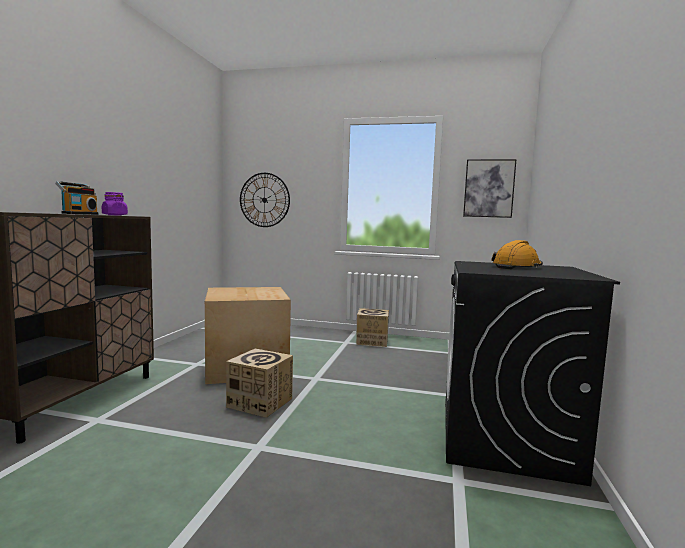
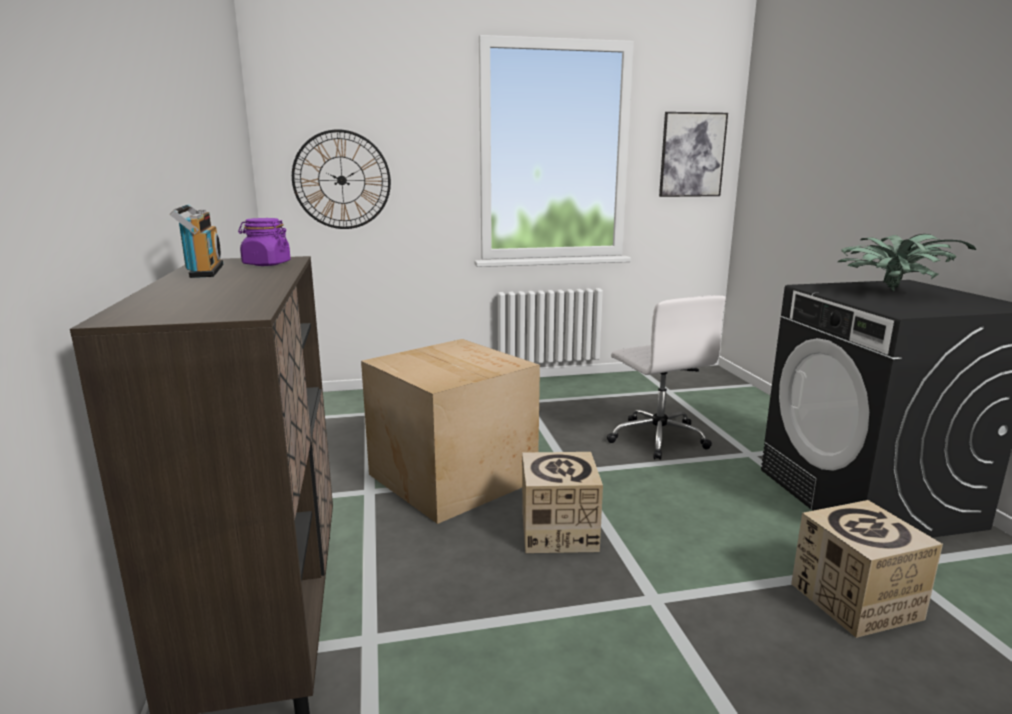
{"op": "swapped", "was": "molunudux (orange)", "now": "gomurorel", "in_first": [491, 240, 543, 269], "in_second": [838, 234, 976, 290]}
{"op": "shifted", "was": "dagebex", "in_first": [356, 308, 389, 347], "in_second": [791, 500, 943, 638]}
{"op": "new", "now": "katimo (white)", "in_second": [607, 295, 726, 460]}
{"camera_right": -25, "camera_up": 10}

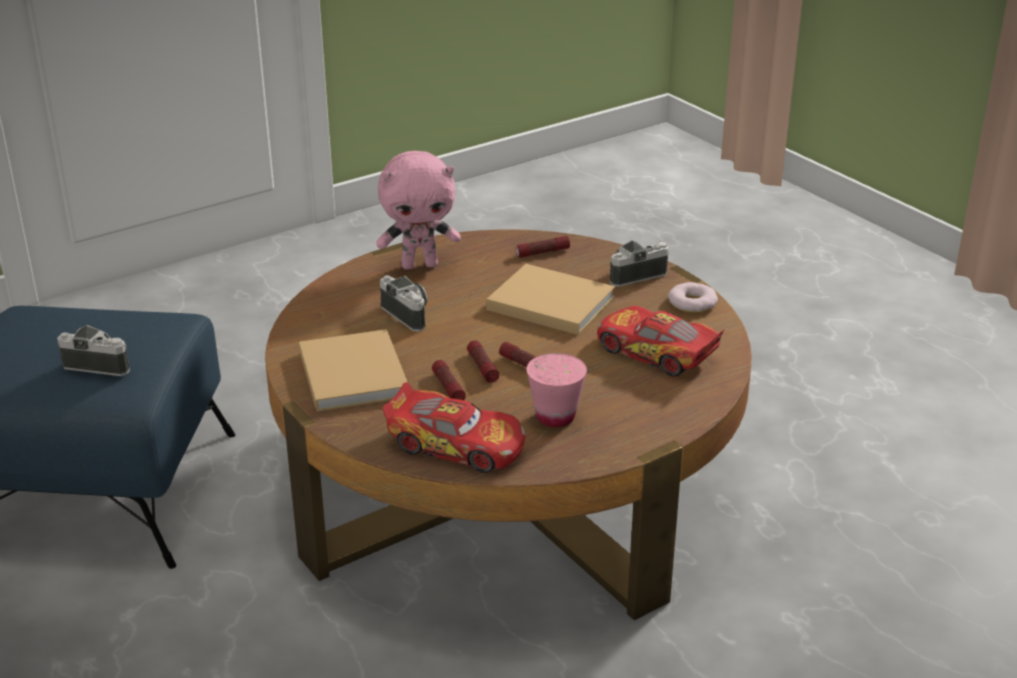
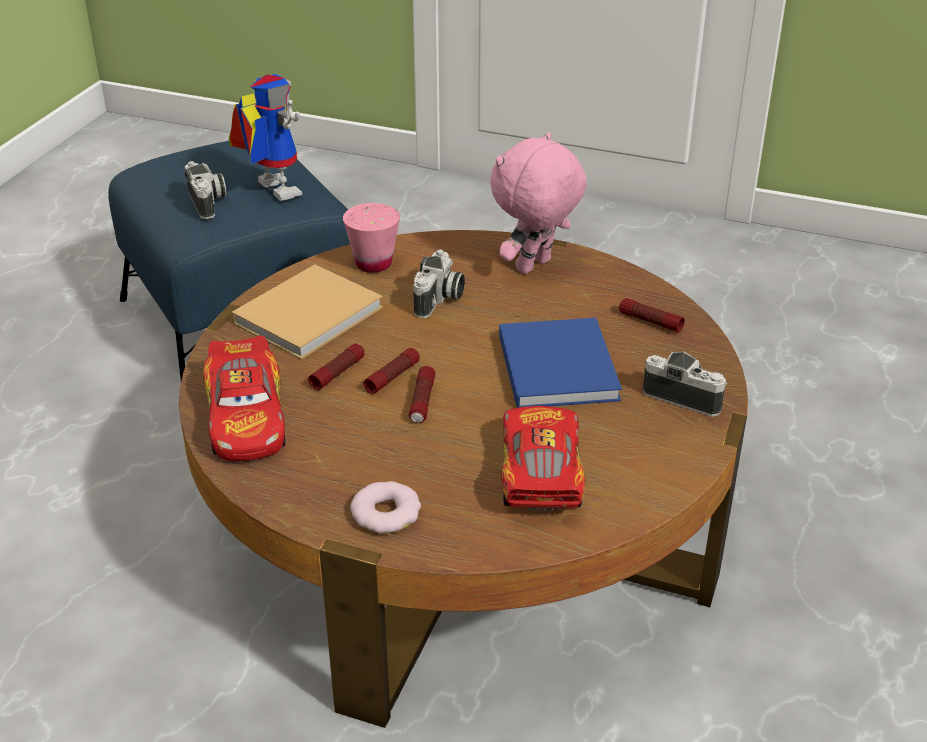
{"op": "rotated", "was": "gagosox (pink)", "in_first": [376, 151, 461, 269], "in_second": [490, 132, 587, 274], "clockwise": 90}
{"op": "repainted", "was": "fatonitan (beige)", "now": "fatonitan (blue)", "in_first": [486, 264, 615, 335], "in_second": [499, 318, 622, 408]}
{"op": "shifted", "was": "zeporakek", "in_first": [668, 282, 718, 313], "in_second": [350, 481, 421, 533]}
{"op": "shifted", "was": "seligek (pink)", "in_first": [527, 353, 587, 427], "in_second": [343, 203, 400, 273]}
{"op": "new", "now": "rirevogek", "in_second": [229, 74, 302, 201]}
{"camera_right": 55, "camera_up": 5}

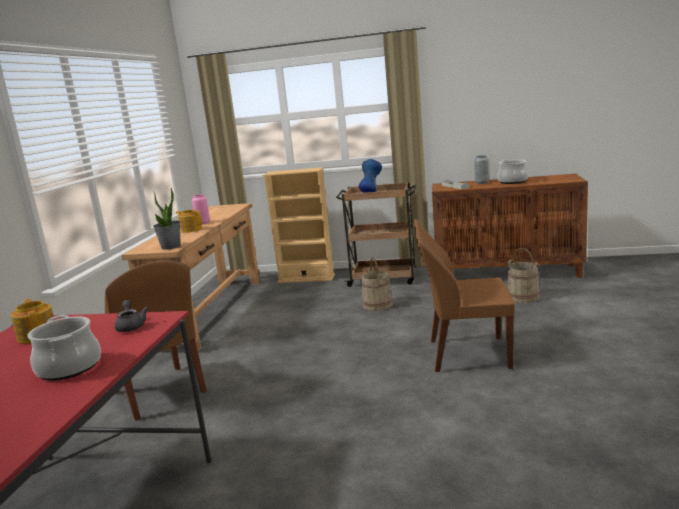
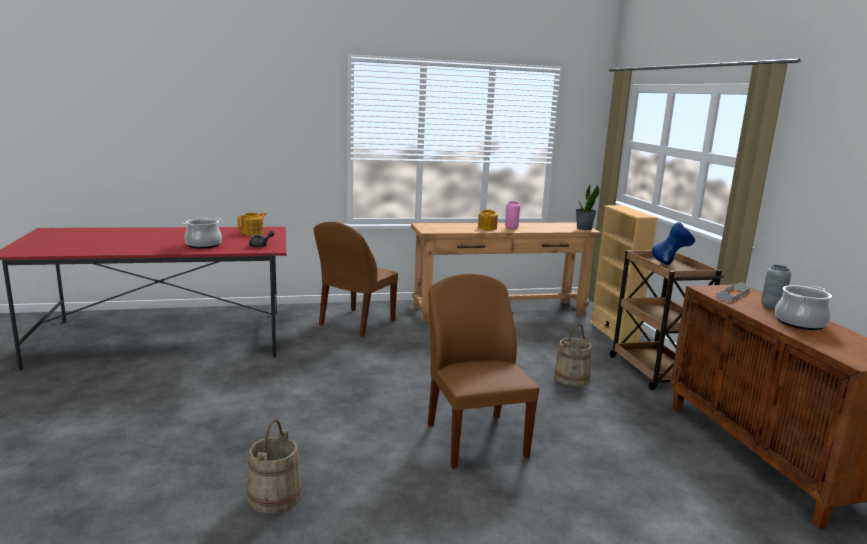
{"op": "shifted", "was": "gomurorel", "in_first": [153, 188, 181, 250], "in_second": [576, 185, 600, 230]}
{"op": "shifted", "was": "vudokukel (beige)", "in_first": [507, 248, 540, 303], "in_second": [247, 419, 301, 514]}
{"camera_right": 65, "camera_up": 0}

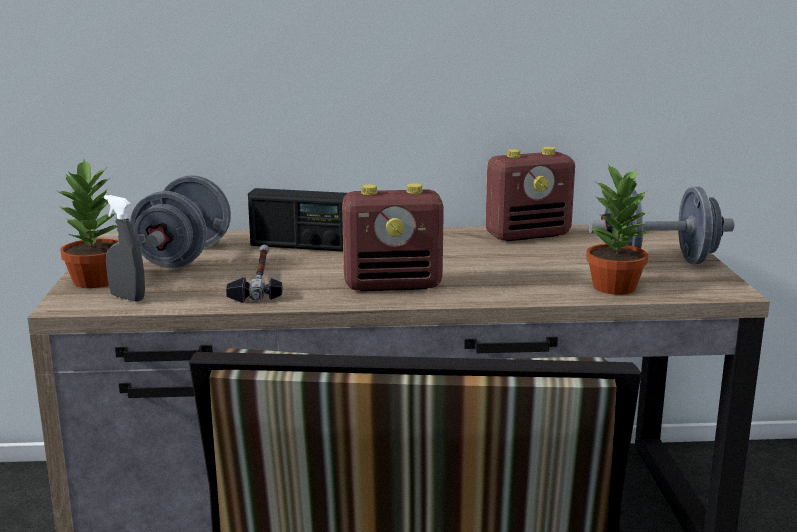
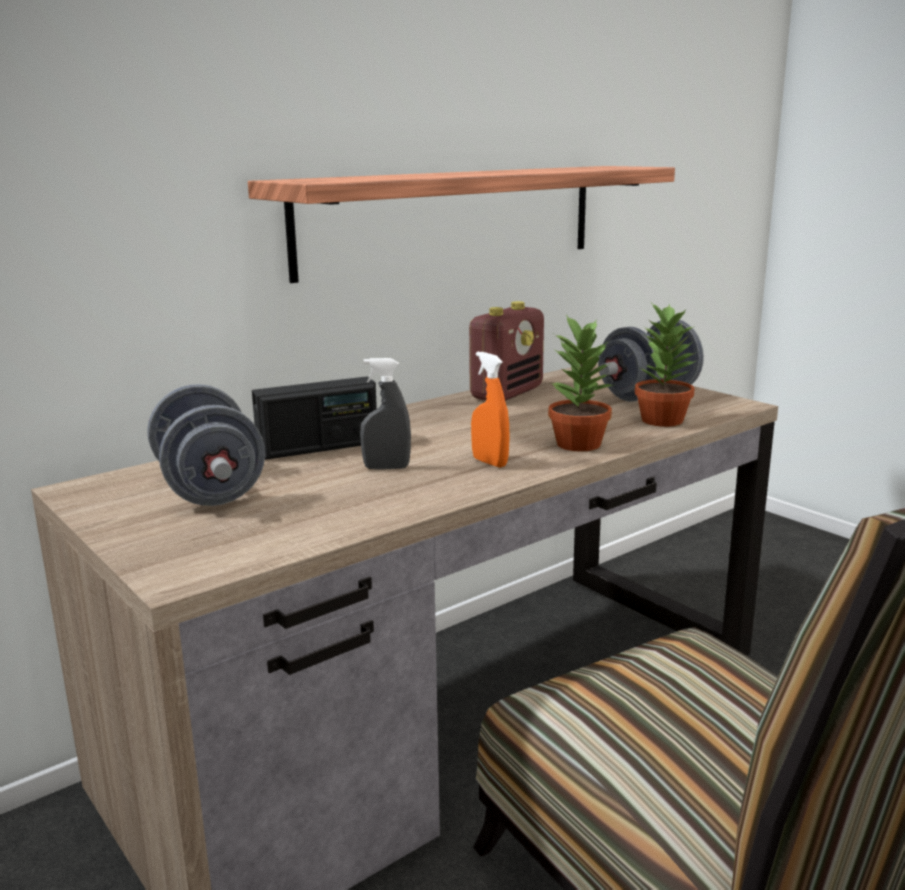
{"op": "shifted", "was": "gomurorel", "in_first": [55, 159, 118, 288], "in_second": [548, 315, 613, 451]}
{"op": "swapped", "was": "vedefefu", "now": "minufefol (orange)", "in_first": [342, 184, 444, 291], "in_second": [471, 352, 510, 467]}
{"op": "shifted", "was": "minufefol (grey)", "in_first": [104, 195, 145, 302], "in_second": [360, 358, 411, 470]}
{"op": "gone", "was": "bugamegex", "in_first": [226, 245, 283, 303]}
{"op": "new", "now": "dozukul", "in_second": [248, 166, 675, 283]}
{"camera_right": -35, "camera_up": 0}

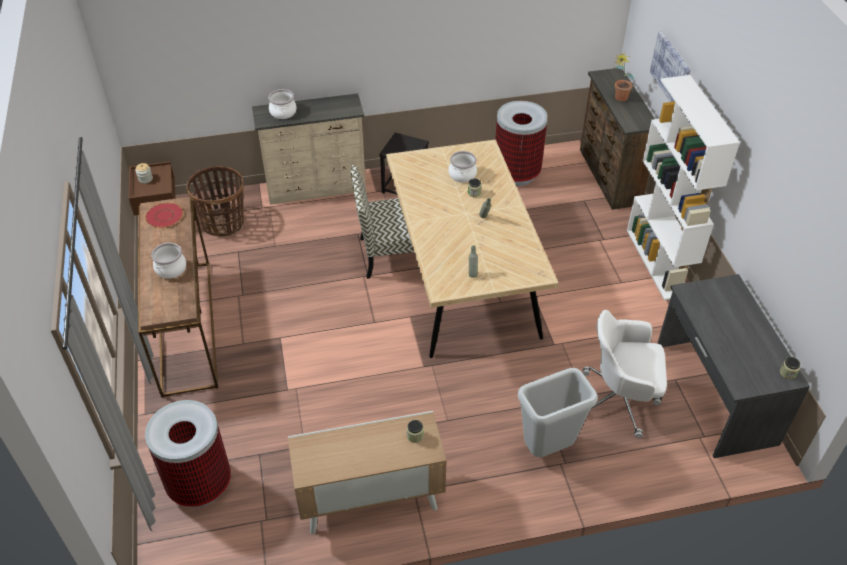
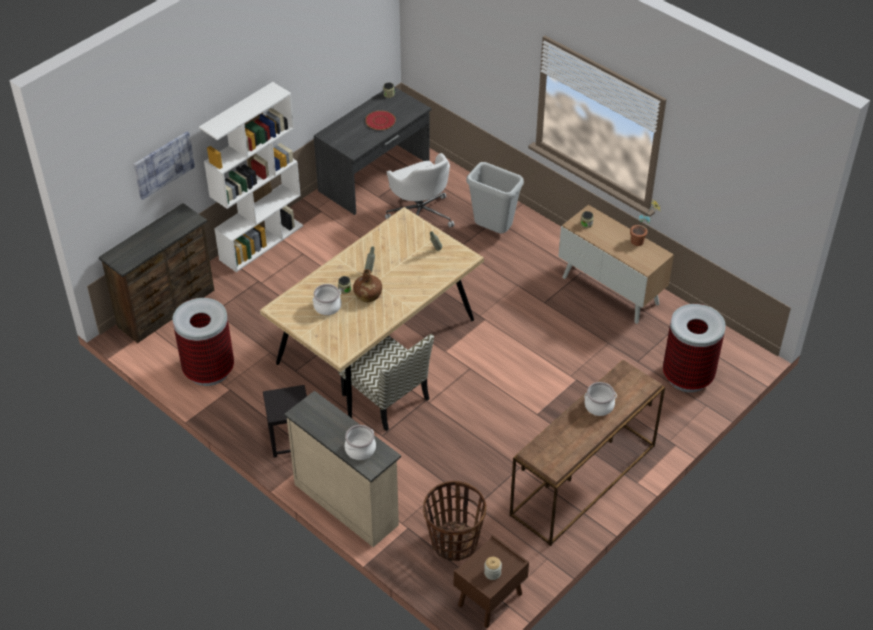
{"op": "shifted", "was": "gomurorel", "in_first": [614, 52, 634, 101], "in_second": [630, 200, 661, 246]}
{"op": "shifted", "was": "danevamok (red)", "in_first": [145, 203, 183, 228], "in_second": [365, 111, 396, 130]}
{"op": "new", "now": "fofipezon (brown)", "in_second": [353, 269, 382, 302]}
{"camera_right": -125, "camera_up": 0}

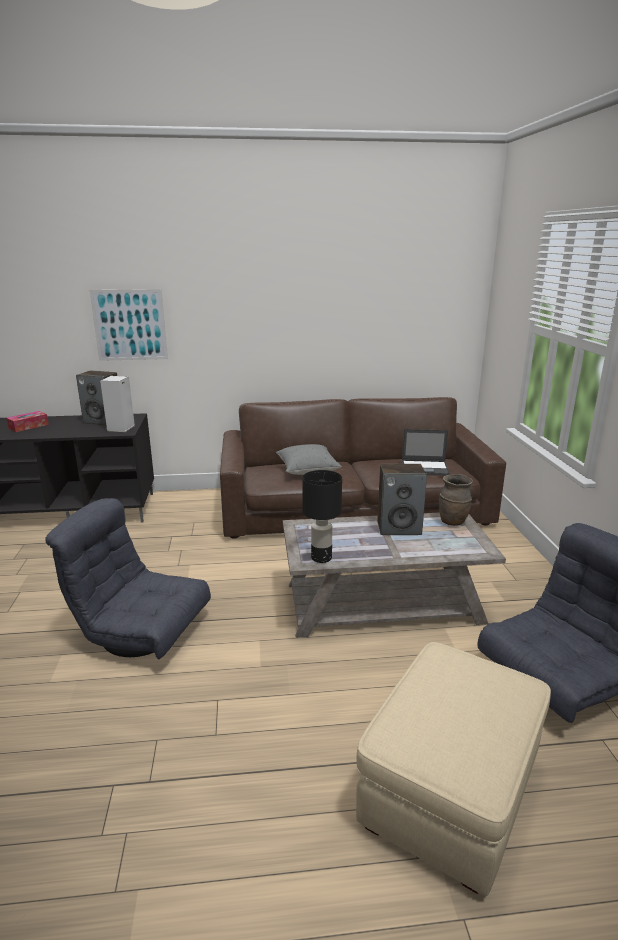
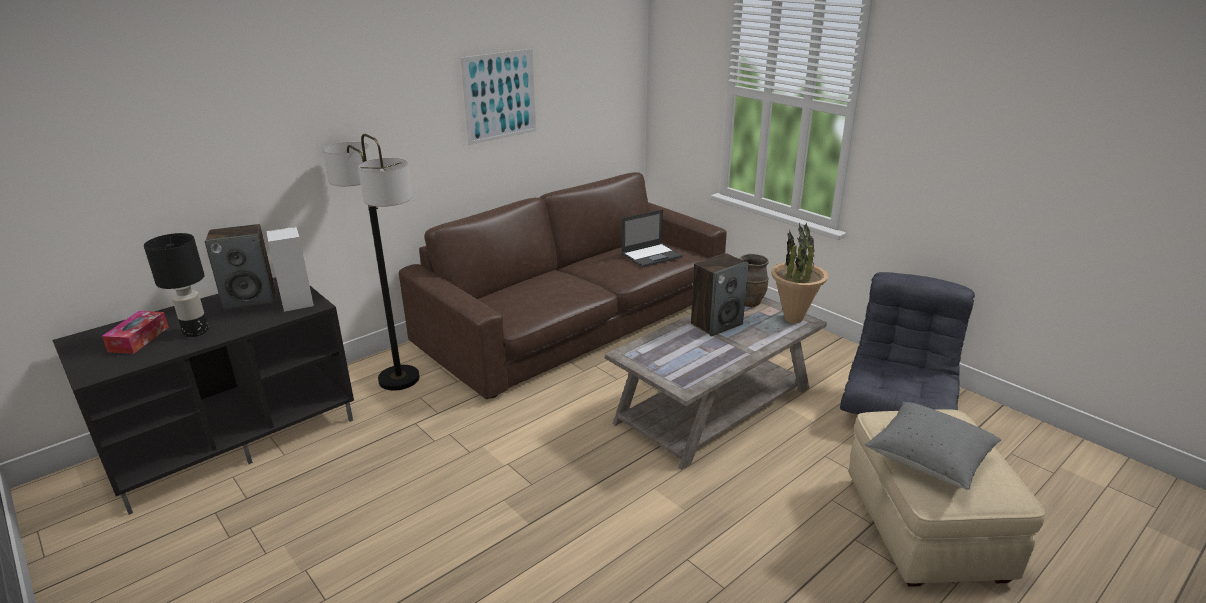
{"op": "shifted", "was": "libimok", "in_first": [90, 289, 168, 361], "in_second": [461, 49, 536, 145]}
{"op": "shifted", "was": "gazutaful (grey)", "in_first": [276, 444, 342, 475], "in_second": [865, 402, 1001, 490]}
{"op": "shifted", "was": "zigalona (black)", "in_first": [302, 470, 342, 563], "in_second": [144, 233, 209, 337]}
{"op": "gone", "was": "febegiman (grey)", "in_first": [45, 498, 211, 659]}
{"op": "new", "now": "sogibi", "in_second": [323, 134, 420, 390]}
{"op": "new", "now": "gomurorel", "in_second": [771, 222, 828, 323]}
{"camera_right": -35, "camera_up": 5}

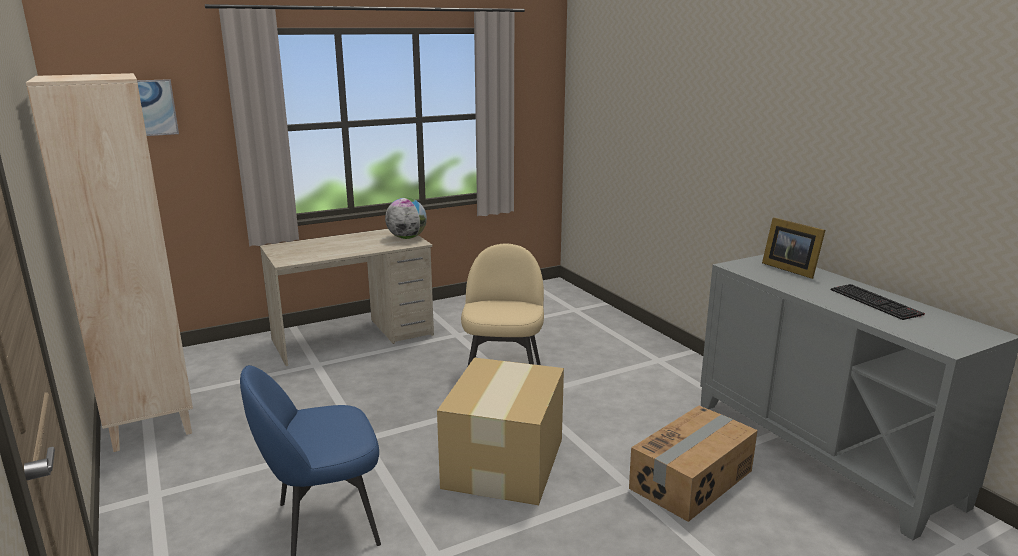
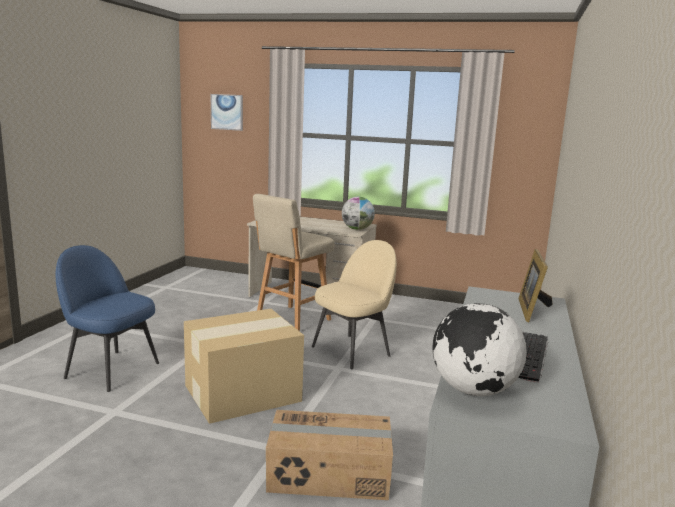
{"op": "gone", "was": "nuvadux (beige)", "in_first": [26, 73, 193, 452]}
{"op": "new", "now": "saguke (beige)", "in_second": [253, 194, 335, 331]}
{"op": "new", "now": "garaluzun", "in_second": [432, 303, 527, 396]}
{"camera_right": 45, "camera_up": -5}

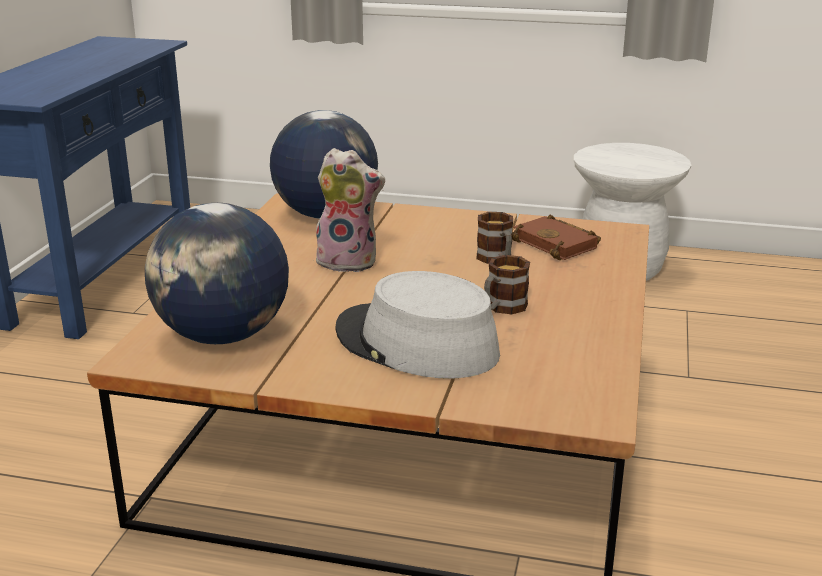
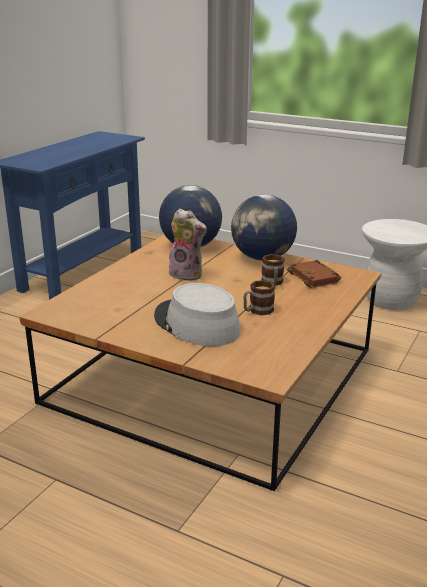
{"op": "shifted", "was": "garaluzun", "in_first": [145, 203, 289, 344], "in_second": [231, 195, 297, 261]}
{"camera_right": 15, "camera_up": 0}

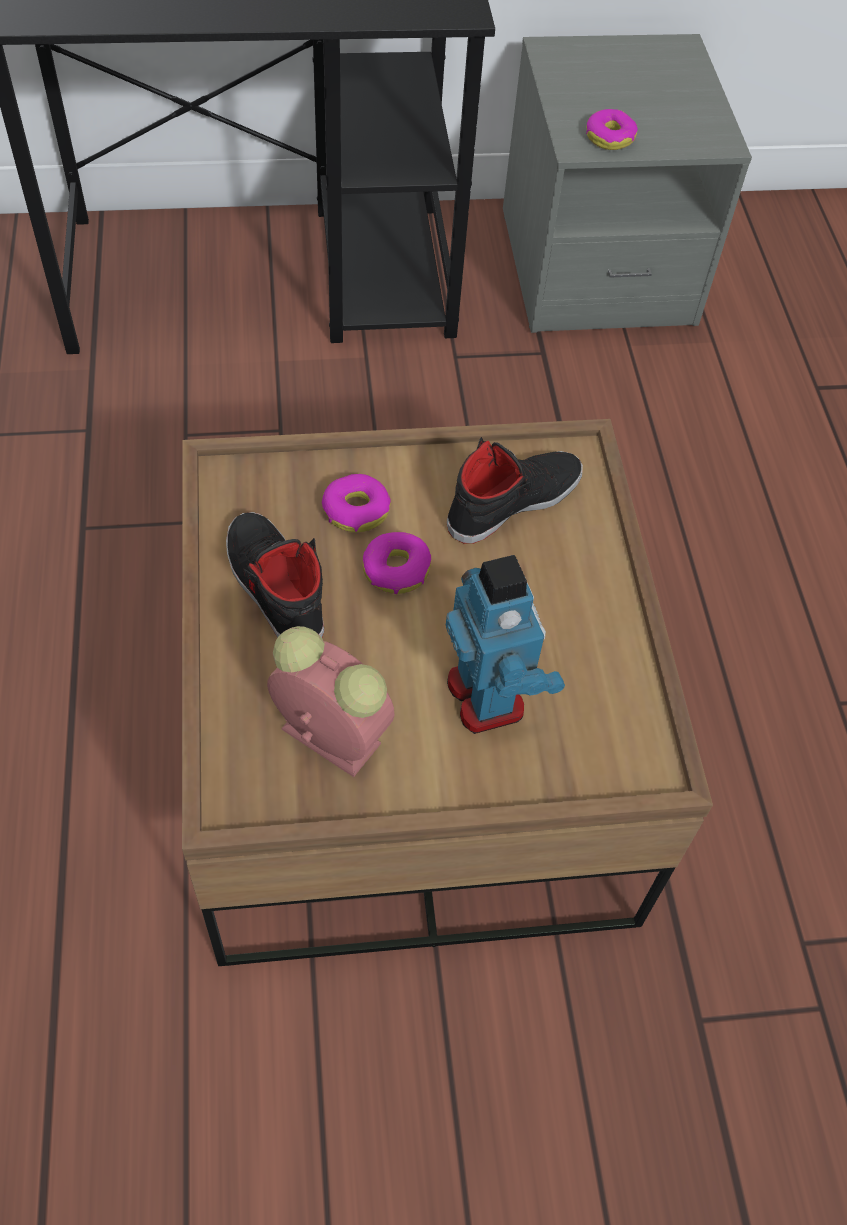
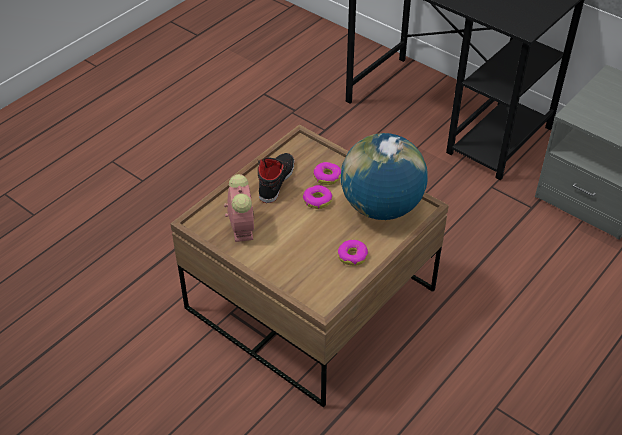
{"op": "shifted", "was": "zeporakek", "in_first": [586, 109, 638, 150], "in_second": [338, 240, 368, 266]}
{"op": "swapped", "was": "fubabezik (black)", "now": "garaluzun", "in_first": [447, 437, 583, 544], "in_second": [341, 133, 427, 220]}
{"op": "gone", "was": "rirevogek", "in_first": [446, 555, 565, 734]}
{"camera_right": 50, "camera_up": -10}

